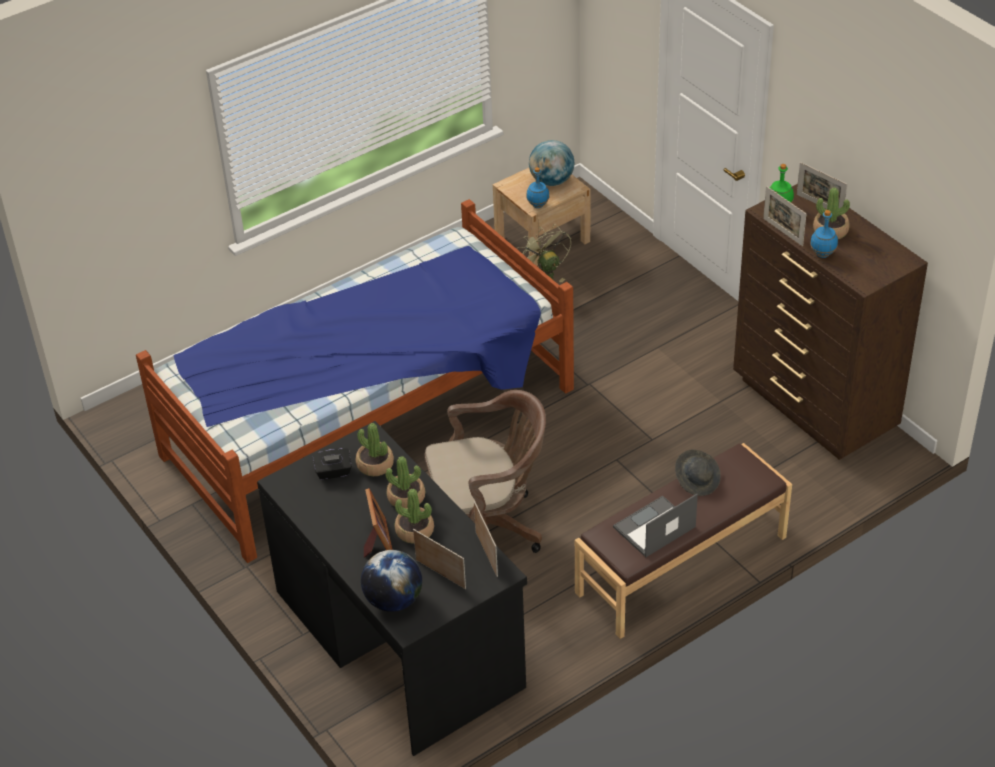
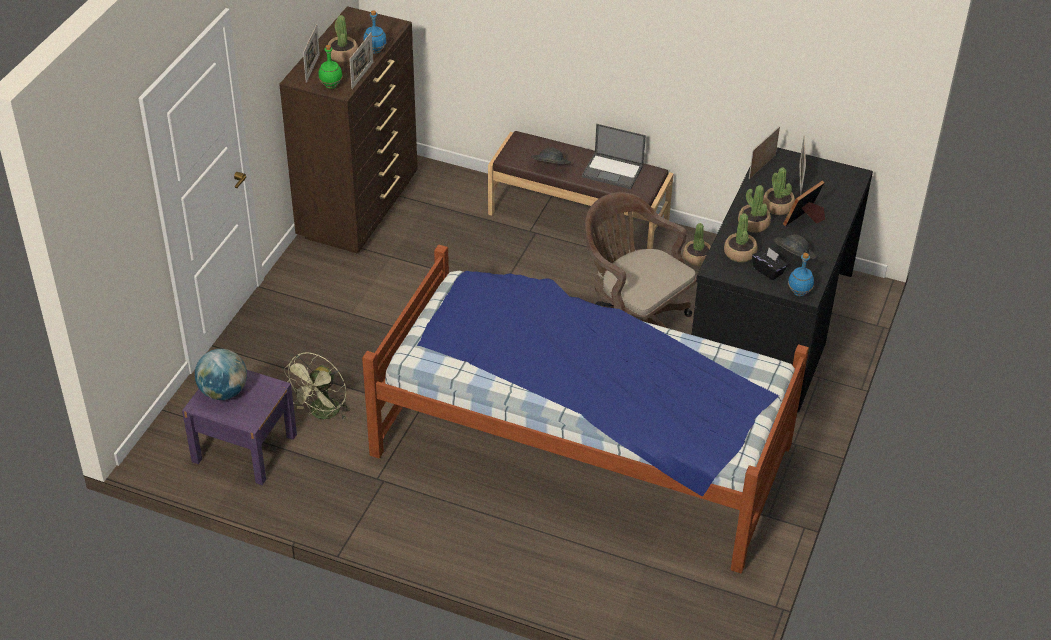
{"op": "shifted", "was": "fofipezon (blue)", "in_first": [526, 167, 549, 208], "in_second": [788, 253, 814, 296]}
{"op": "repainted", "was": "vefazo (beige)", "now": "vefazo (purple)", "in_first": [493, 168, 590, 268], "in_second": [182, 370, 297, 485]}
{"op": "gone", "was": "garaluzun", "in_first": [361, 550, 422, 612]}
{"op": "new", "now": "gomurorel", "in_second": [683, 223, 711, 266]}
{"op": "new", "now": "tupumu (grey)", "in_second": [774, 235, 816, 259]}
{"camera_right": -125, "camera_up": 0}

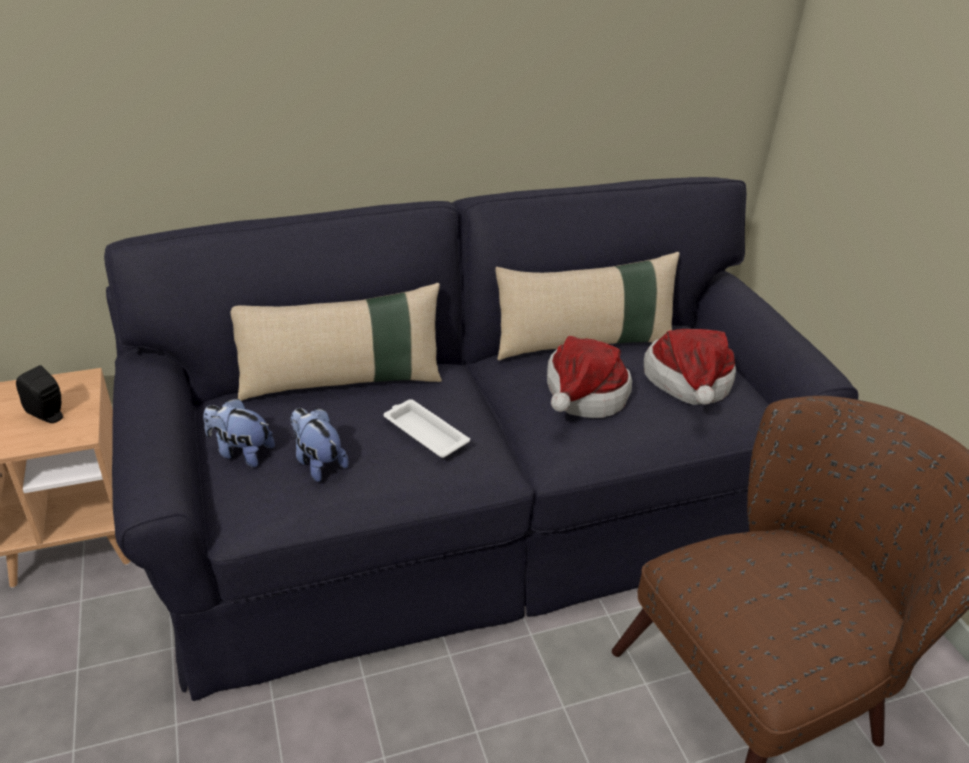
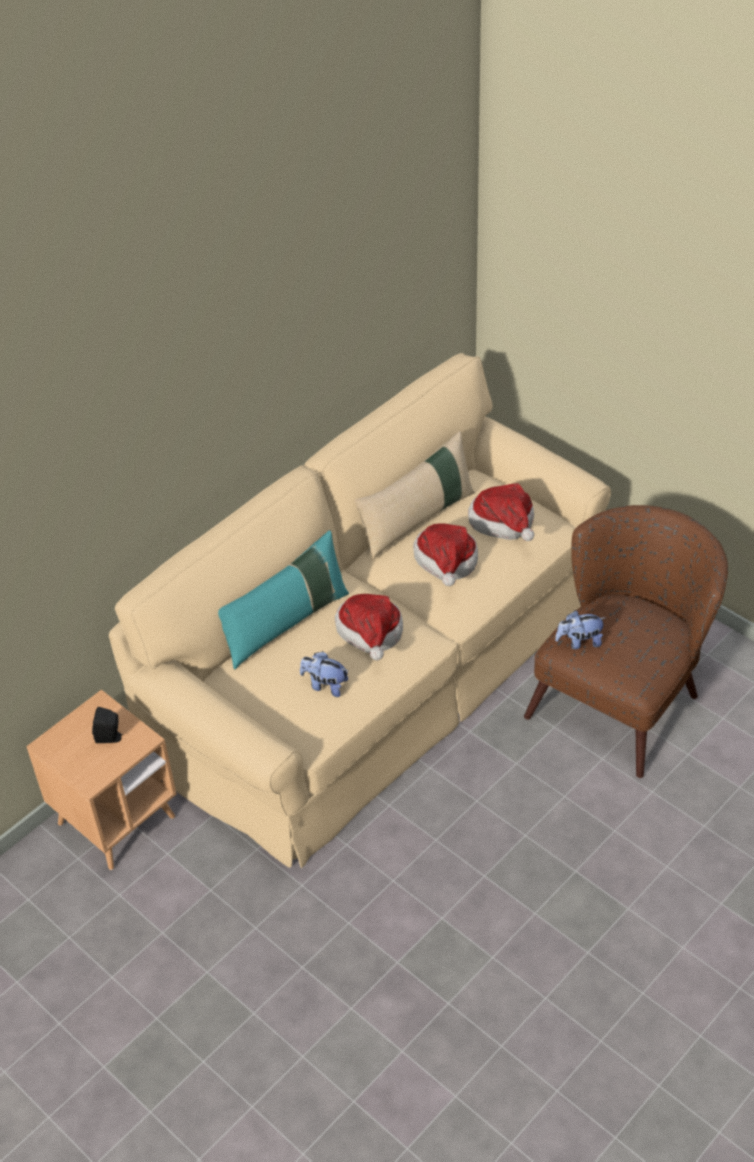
{"op": "repainted", "was": "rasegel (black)", "now": "rasegel (beige)", "in_first": [104, 177, 858, 701], "in_second": [109, 353, 611, 868]}
{"op": "repainted", "was": "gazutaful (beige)", "now": "gazutaful (turquoise)", "in_first": [231, 283, 442, 401], "in_second": [218, 530, 349, 669]}
{"op": "shifted", "was": "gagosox", "in_first": [203, 398, 275, 467], "in_second": [555, 610, 606, 649]}
{"op": "swapped", "was": "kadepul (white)", "now": "tupumu", "in_first": [383, 399, 470, 458], "in_second": [335, 594, 403, 660]}
{"camera_right": -25, "camera_up": 10}

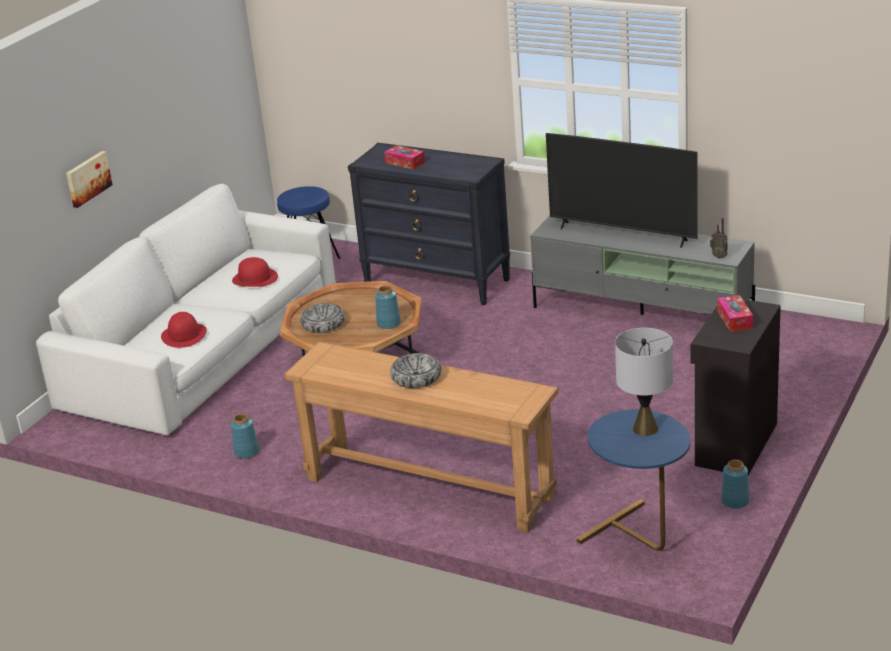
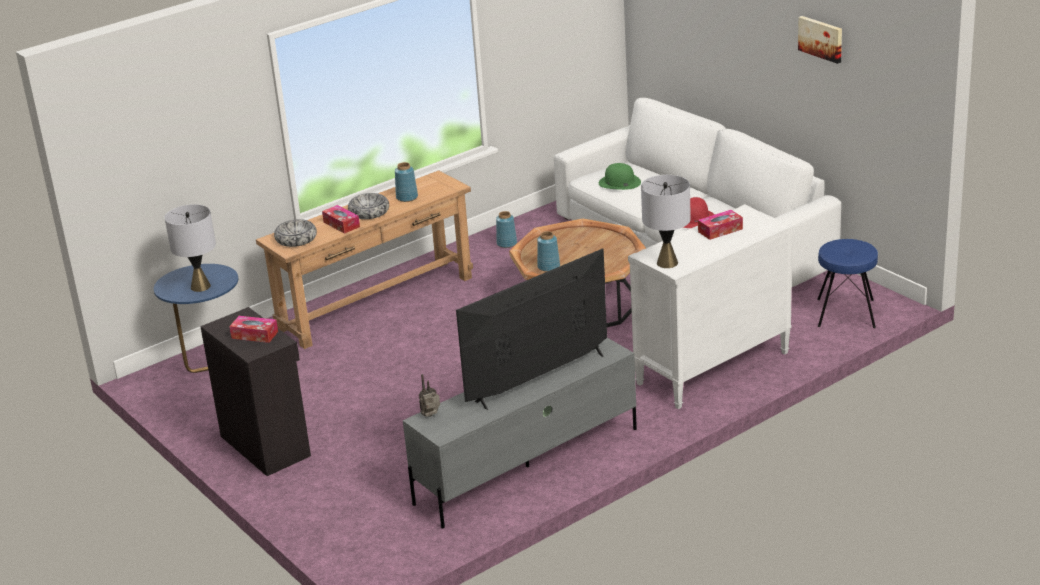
{"op": "repainted", "was": "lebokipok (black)", "now": "lebokipok (white)", "in_first": [348, 143, 510, 305], "in_second": [628, 204, 793, 409]}
{"op": "shifted", "was": "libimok", "in_first": [66, 151, 113, 208], "in_second": [798, 16, 842, 64]}
{"op": "shifted", "was": "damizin", "in_first": [300, 303, 345, 333], "in_second": [274, 219, 317, 247]}
{"op": "repainted", "was": "tupumu (red)", "now": "tupumu (green)", "in_first": [161, 312, 207, 348], "in_second": [599, 163, 641, 190]}
{"op": "shifted", "was": "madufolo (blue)", "in_first": [721, 460, 749, 509], "in_second": [395, 162, 418, 202]}
{"op": "new", "now": "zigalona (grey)", "in_second": [641, 175, 691, 268]}
{"op": "new", "now": "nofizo", "in_second": [322, 205, 360, 234]}
{"camera_right": 115, "camera_up": 0}

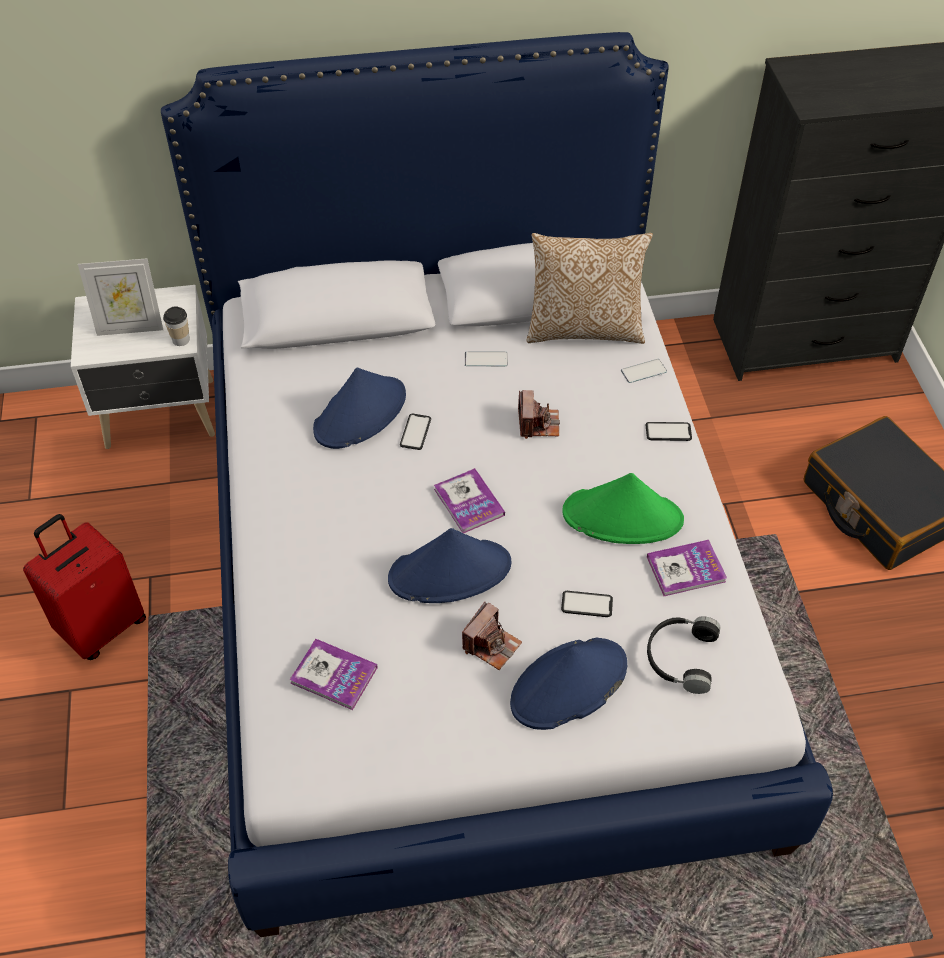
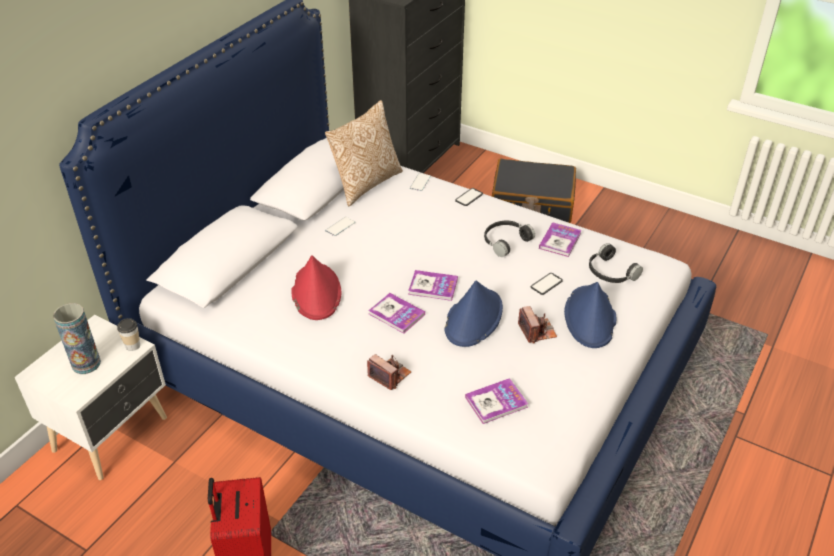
{"op": "swapped", "was": "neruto", "now": "madufolo", "in_first": [78, 258, 163, 336], "in_second": [53, 303, 101, 374]}
{"op": "repainted", "was": "tupumu (blue)", "now": "tupumu (red)", "in_first": [313, 367, 406, 449], "in_second": [291, 255, 342, 320]}
{"op": "shifted", "was": "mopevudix", "in_first": [518, 390, 560, 439], "in_second": [367, 354, 411, 390]}
{"op": "gone", "was": "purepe", "in_first": [400, 414, 431, 450]}
{"op": "swapped", "was": "tupumu (green)", "now": "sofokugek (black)", "in_first": [562, 473, 684, 544], "in_second": [484, 221, 535, 257]}
{"op": "new", "now": "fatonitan", "in_second": [368, 293, 425, 334]}
{"camera_right": -50, "camera_up": -10}

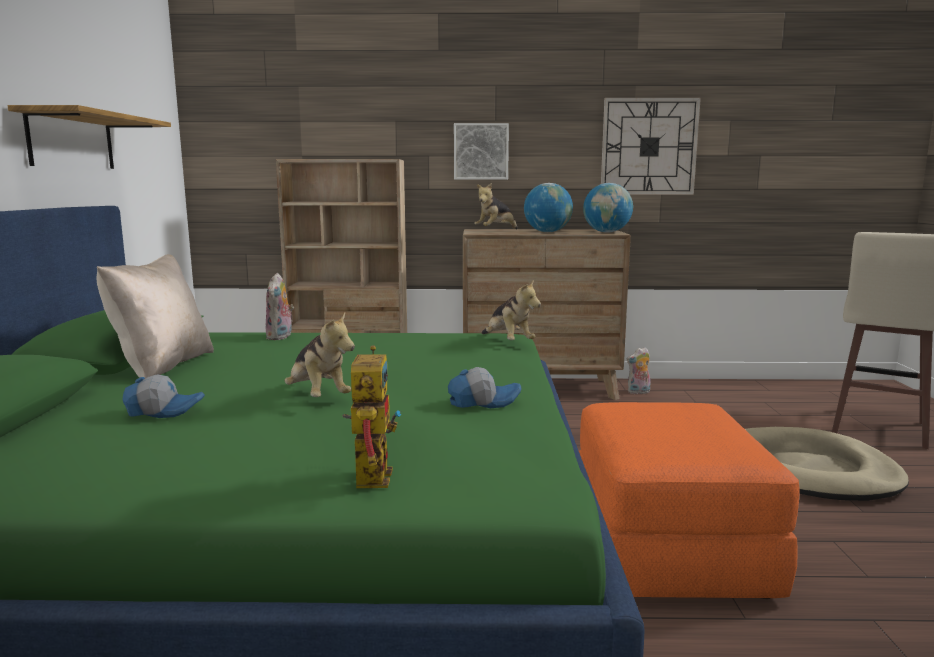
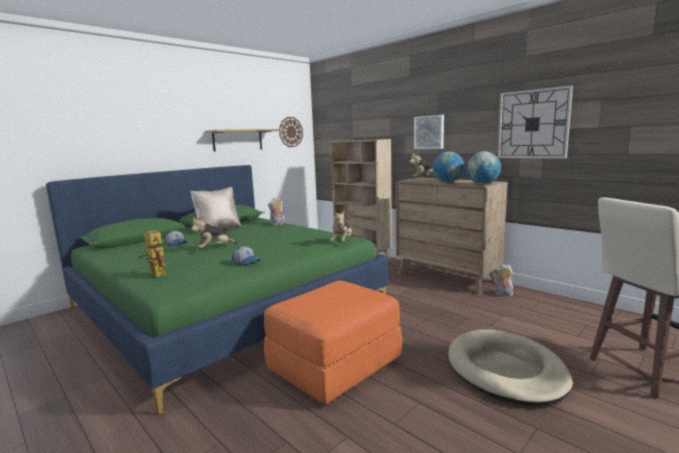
{"op": "rotated", "was": "gagosox", "in_first": [285, 312, 355, 397], "in_second": [191, 216, 237, 248], "clockwise": 45}
{"op": "rotated", "was": "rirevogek", "in_first": [343, 345, 401, 488], "in_second": [138, 228, 167, 277], "clockwise": -90}
{"op": "new", "now": "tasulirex", "in_second": [279, 117, 303, 147]}
{"camera_right": 45, "camera_up": 0}

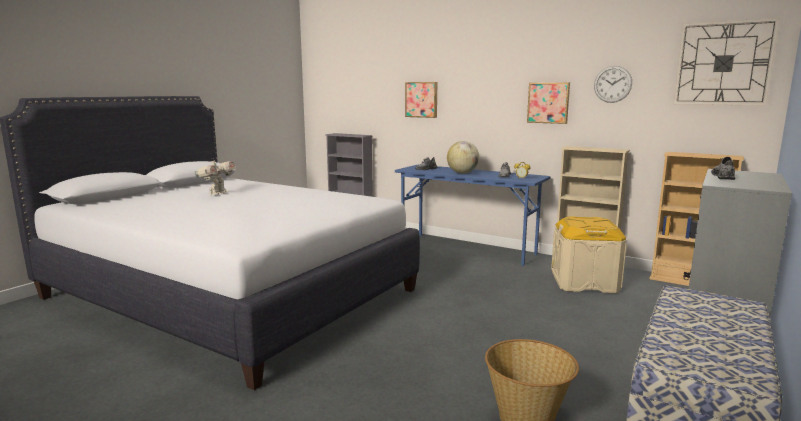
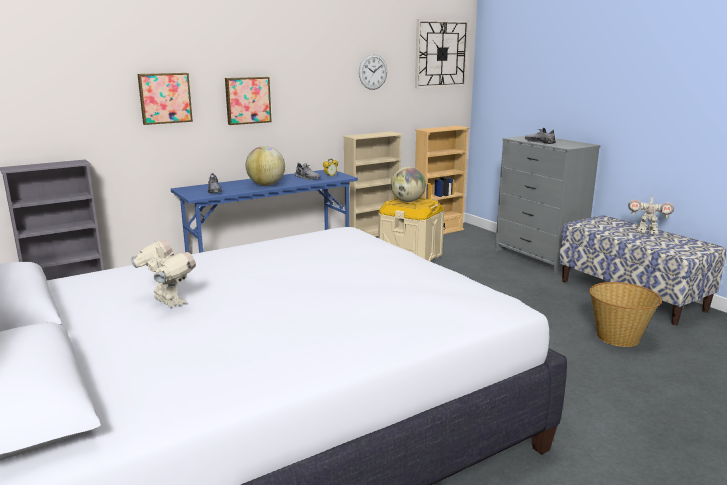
{"op": "shifted", "was": "libimok", "in_first": [527, 83, 570, 124], "in_second": [225, 77, 272, 125]}
{"op": "new", "now": "garaluzun", "in_second": [391, 167, 426, 202]}
{"op": "new", "now": "rirevogek", "in_second": [628, 194, 674, 234]}
{"camera_right": -65, "camera_up": 5}

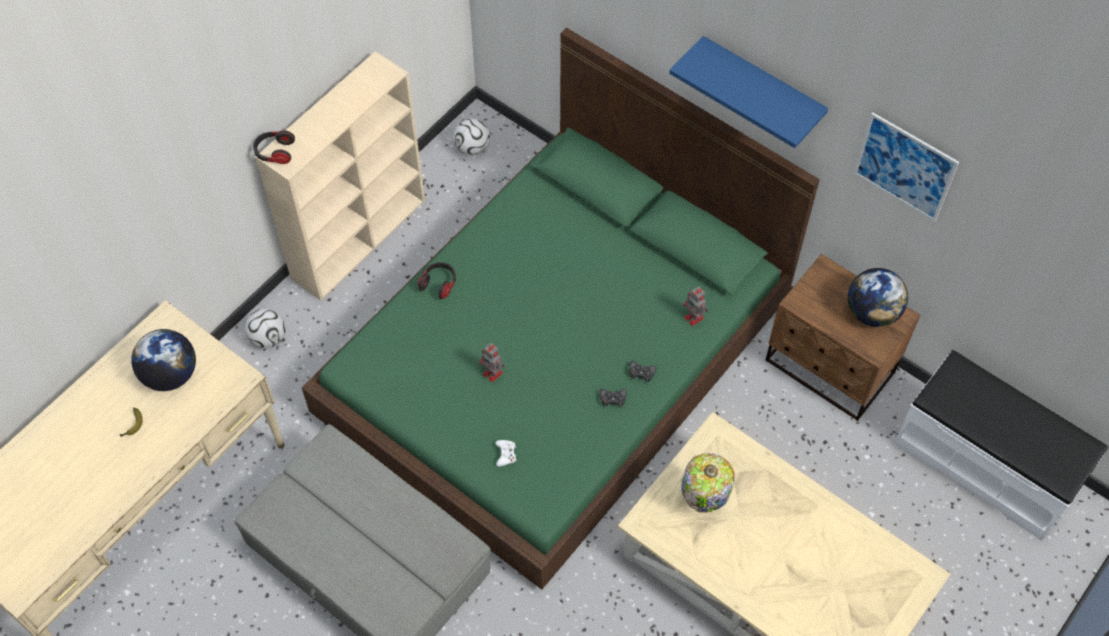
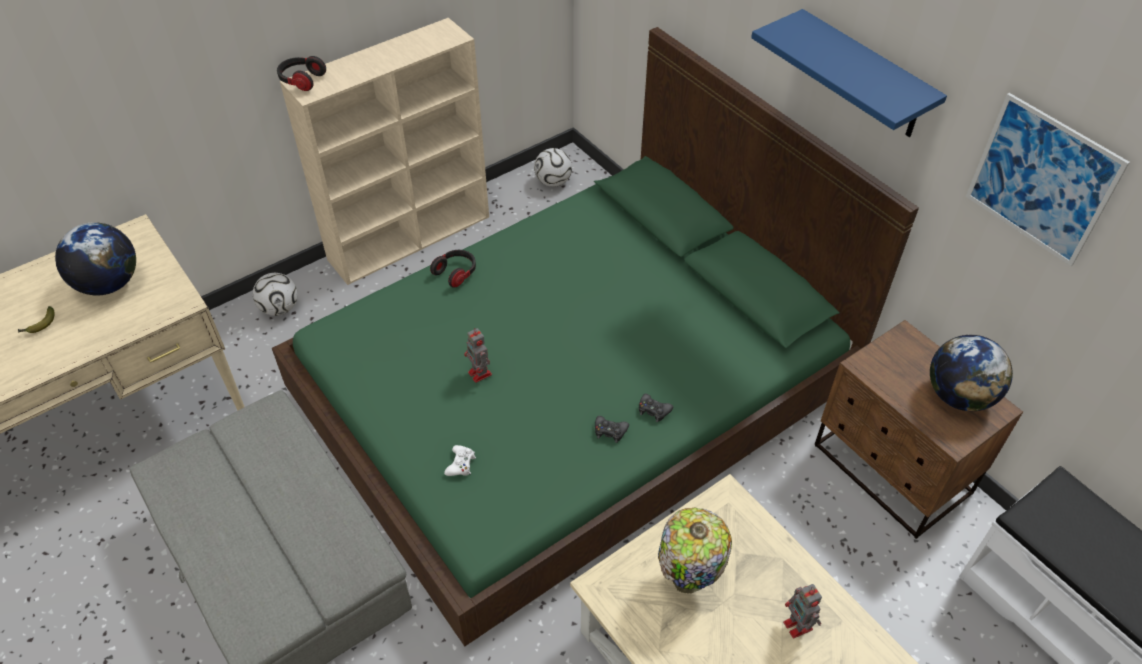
{"op": "shifted", "was": "rirevogek", "in_first": [683, 286, 708, 326], "in_second": [783, 584, 822, 638]}
{"camera_right": 15, "camera_up": -10}

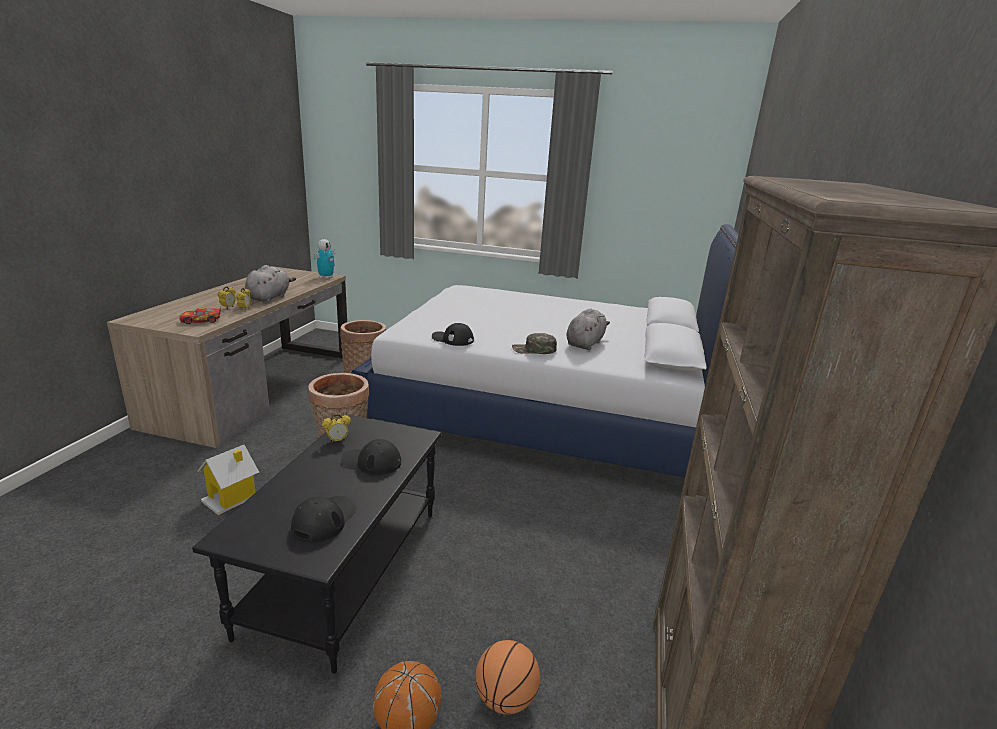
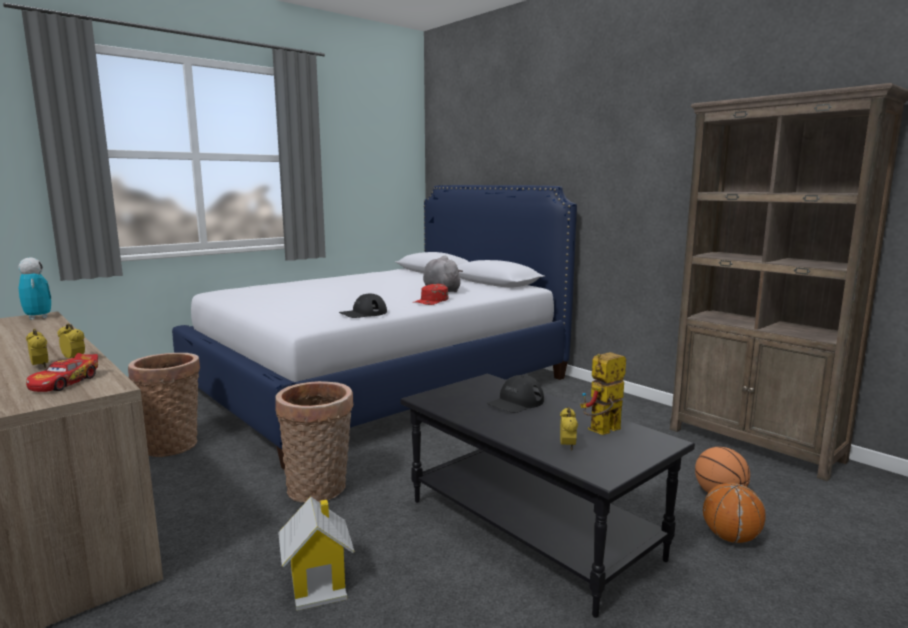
{"op": "gone", "was": "gagosox (grey)", "in_first": [245, 265, 296, 303]}
{"op": "repainted", "was": "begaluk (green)", "now": "begaluk (red)", "in_first": [512, 333, 557, 354], "in_second": [412, 284, 449, 305]}
{"op": "shifted", "was": "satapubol", "in_first": [322, 414, 351, 443], "in_second": [560, 407, 578, 451]}
{"op": "swapped", "was": "begaluk (black)", "now": "rirevogek", "in_first": [291, 496, 356, 543], "in_second": [580, 352, 626, 435]}
{"camera_right": -55, "camera_up": -10}

